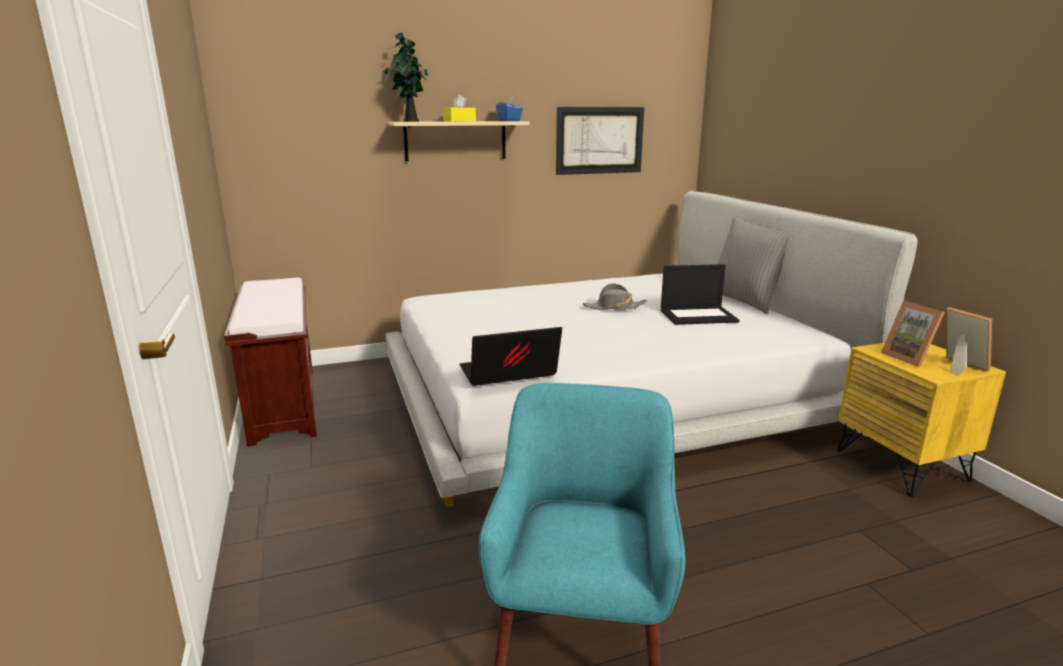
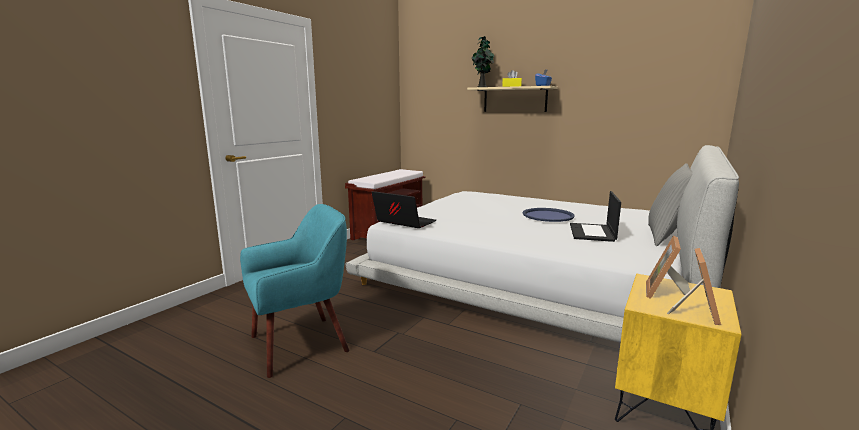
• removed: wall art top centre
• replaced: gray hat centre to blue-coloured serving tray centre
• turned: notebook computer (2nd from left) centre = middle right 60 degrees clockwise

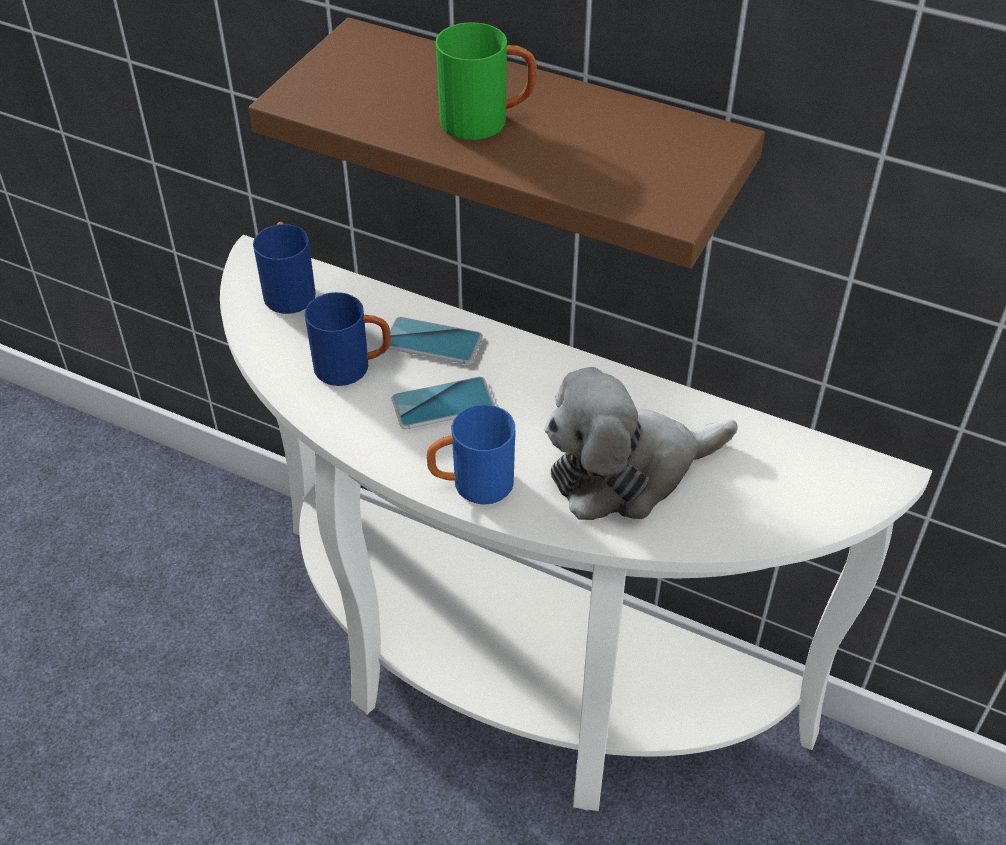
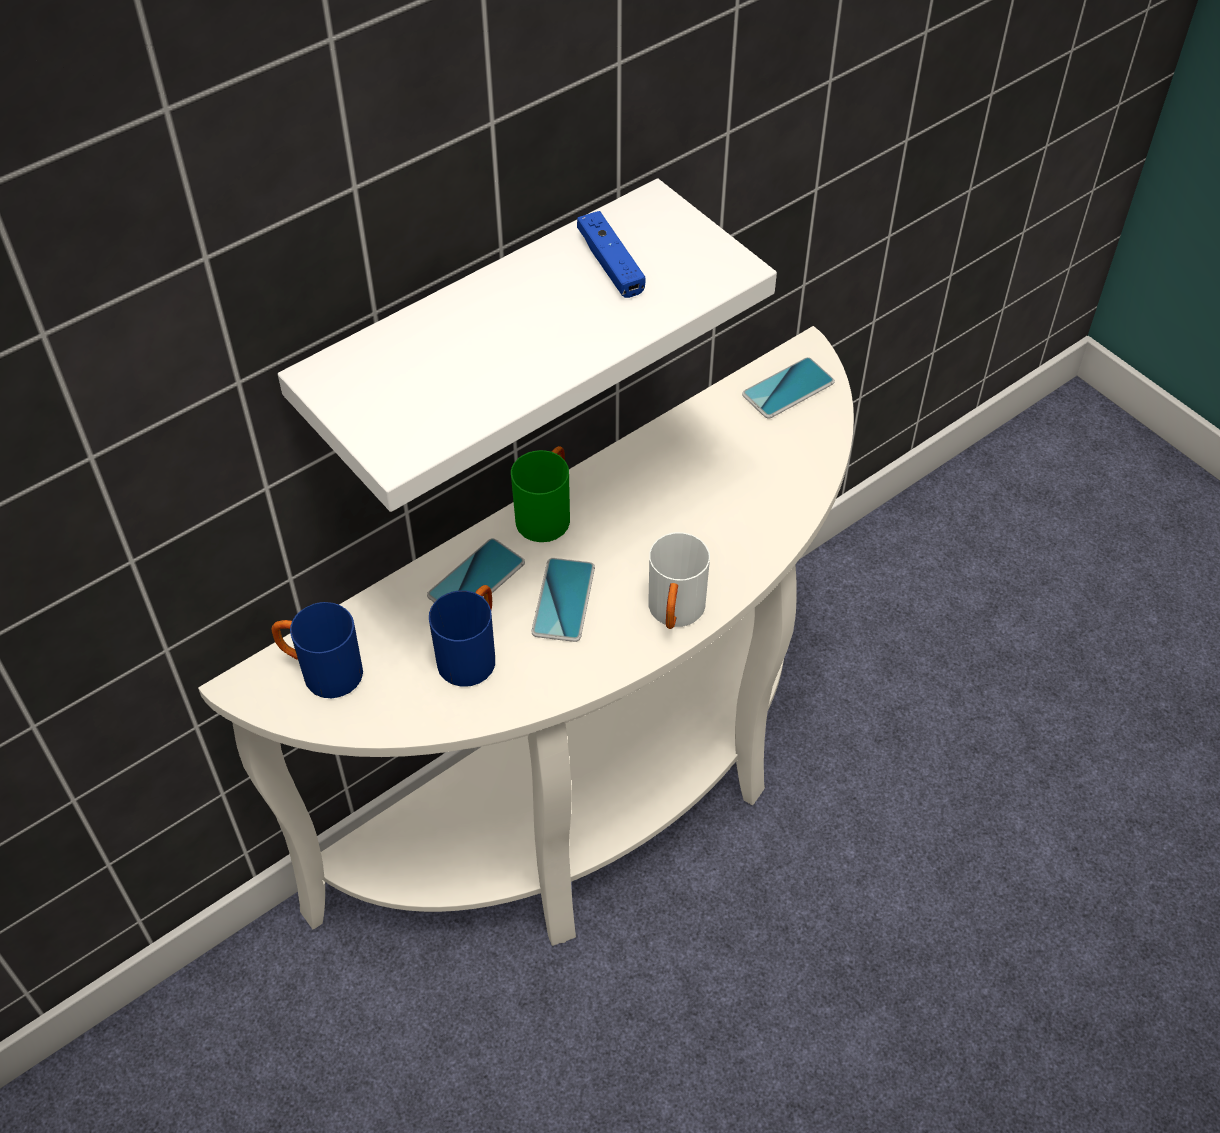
• removed: plush toy centre
• added: blue-coloured joypad top centre
• added: telephone (3rd from left) centre
• moved: green coffee mug top centre to centre
• recoloured: brownish shelf top centre to white-coloured shelf top centre
• recoloured: blue-coloured coffee mug (3rd from left) centre to white-coloured coffee mug centre

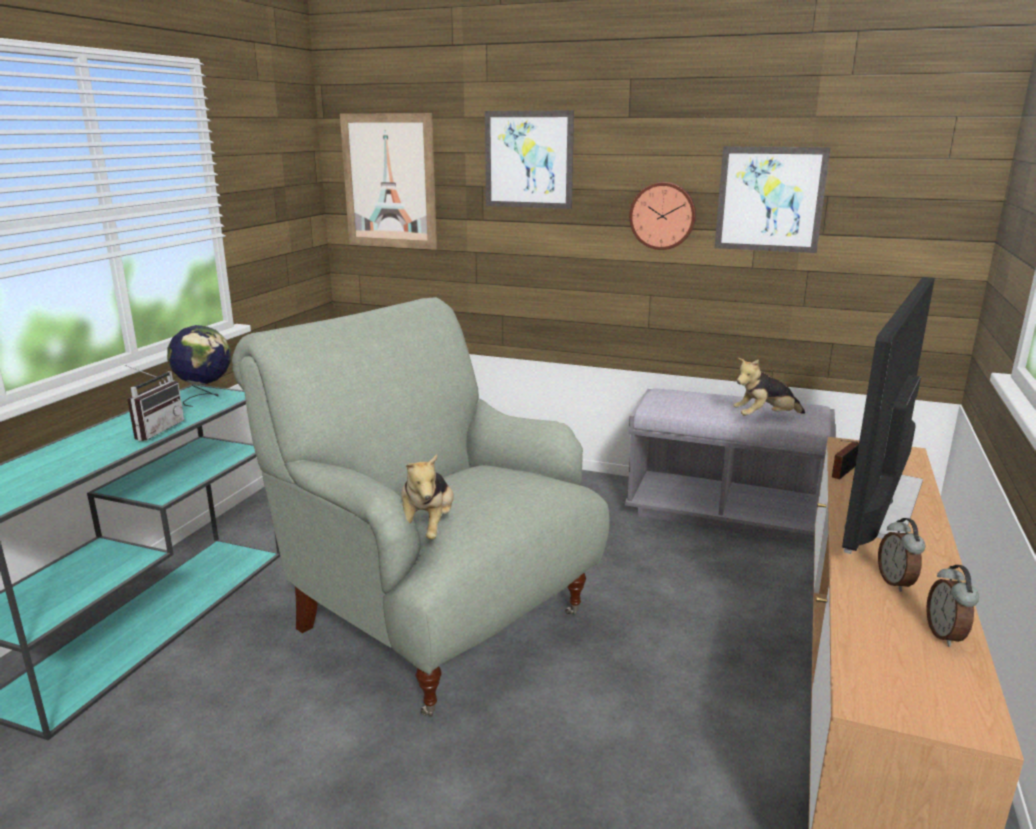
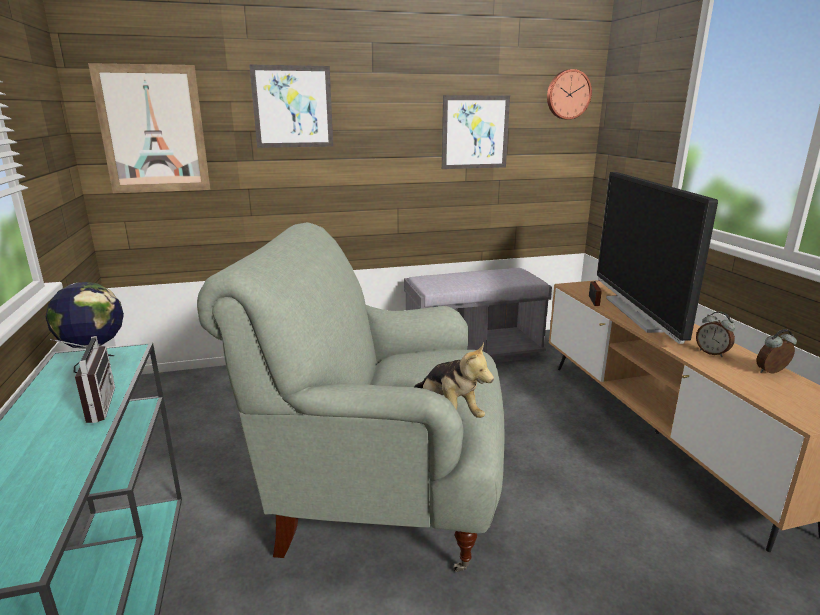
• removed: plush toy (2nd from left) middle right
• moved: hanging clock top centre to top right
• turned: table clock (2nd from left) bottom right = middle right 105 degrees clockwise

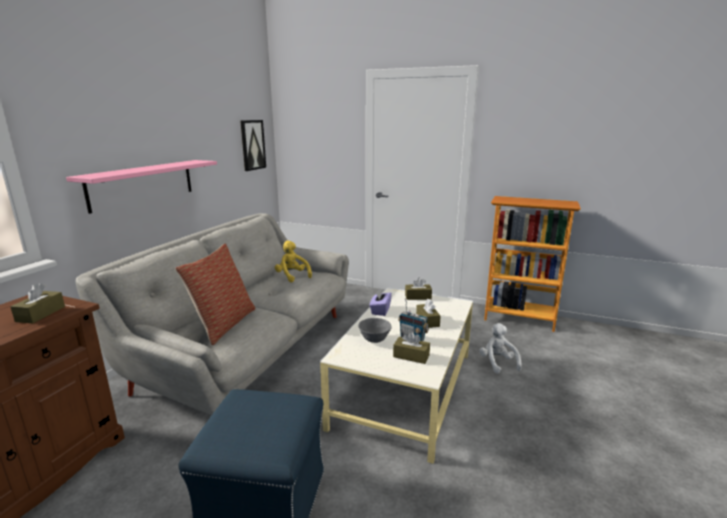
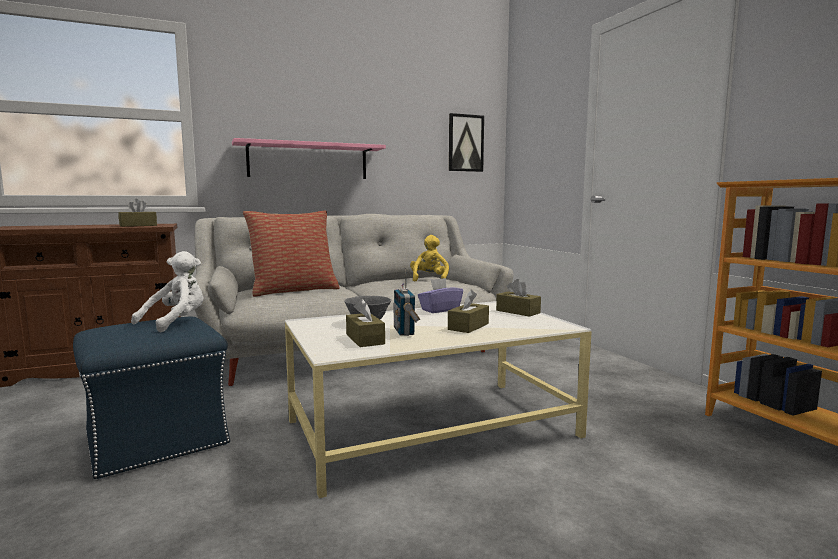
• moved: white-coloured plush toy bottom right to middle left

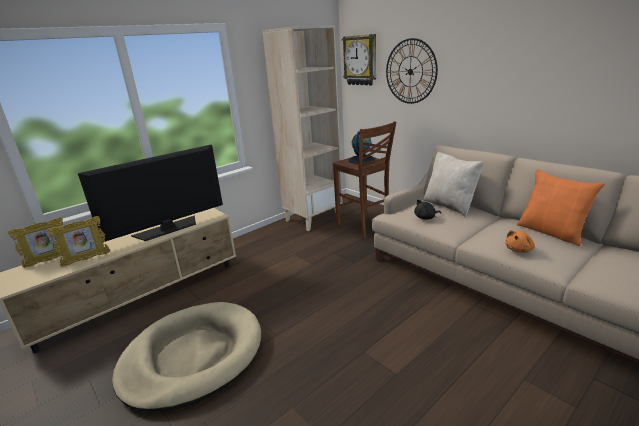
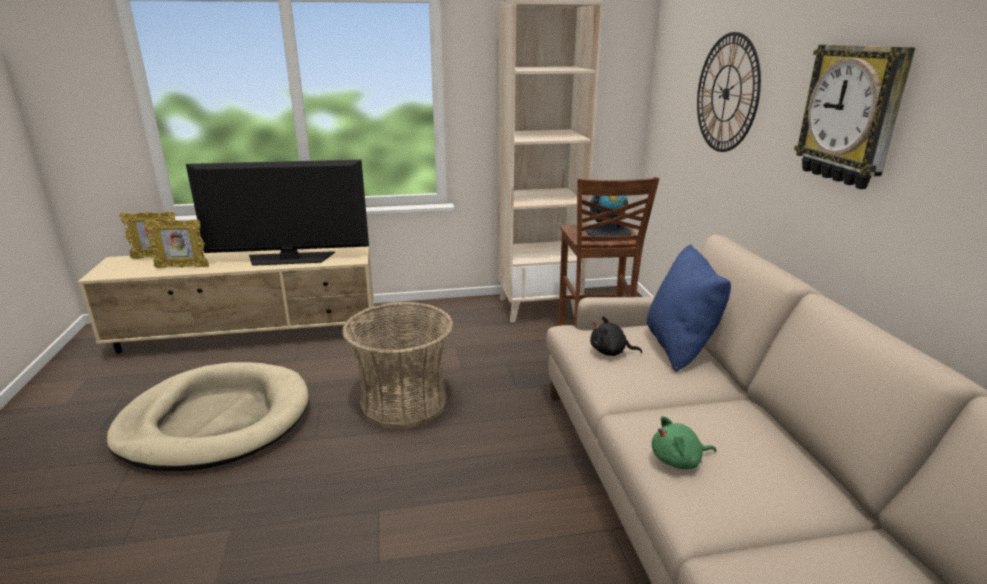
• removed: orangey throw pillow middle right
• added: household basket centre
• moved: hanging clock (1st from left in the first image) top centre to hanging clock (2nd from left) top right
• recoloured: beige throw pillow middle right to blue-coloured throw pillow middle right
• recoloured: orangey plush toy middle right to green plush toy bottom right

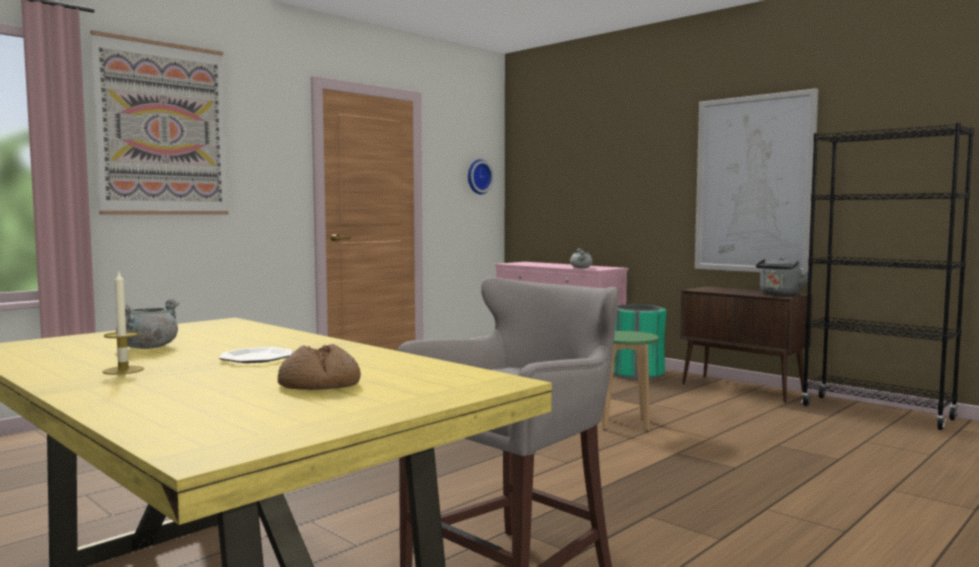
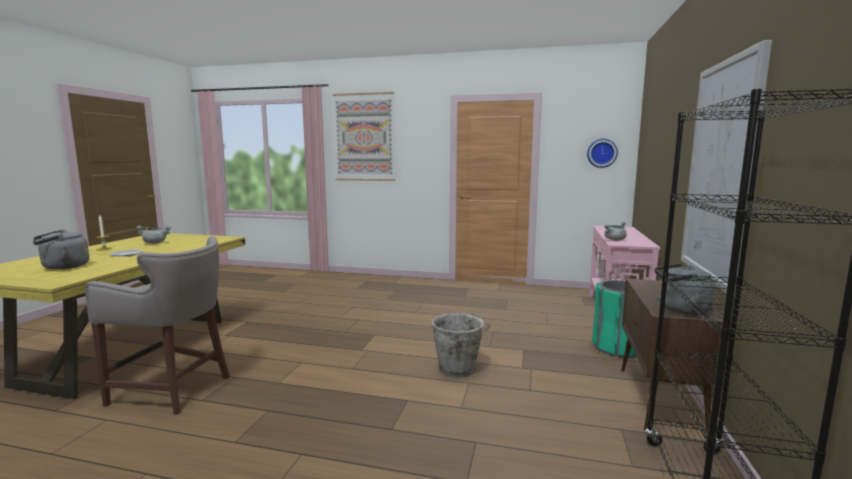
• replaced: bakery bread middle left to gray kettle (1st from left) middle left
• replaced: green sitting stool bottom centre to gray bucket bottom centre

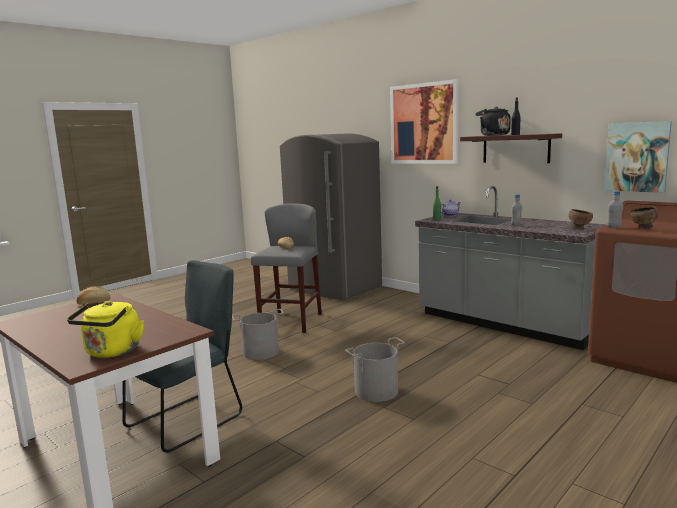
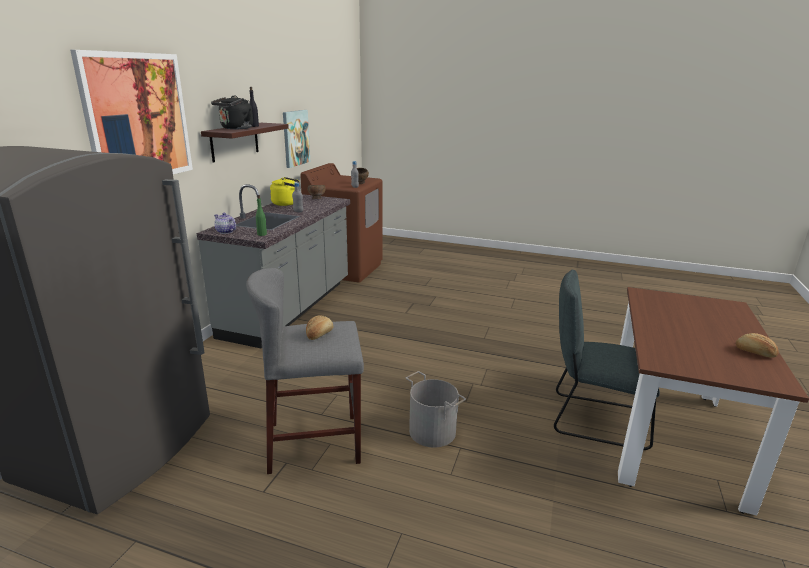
• removed: gray bucket (2nd from left) bottom centre
• moved: yellow kettle middle left to centre
• moved: bakery bread (1st from left in the first image) middle left to bakery bread (2nd from left) middle right

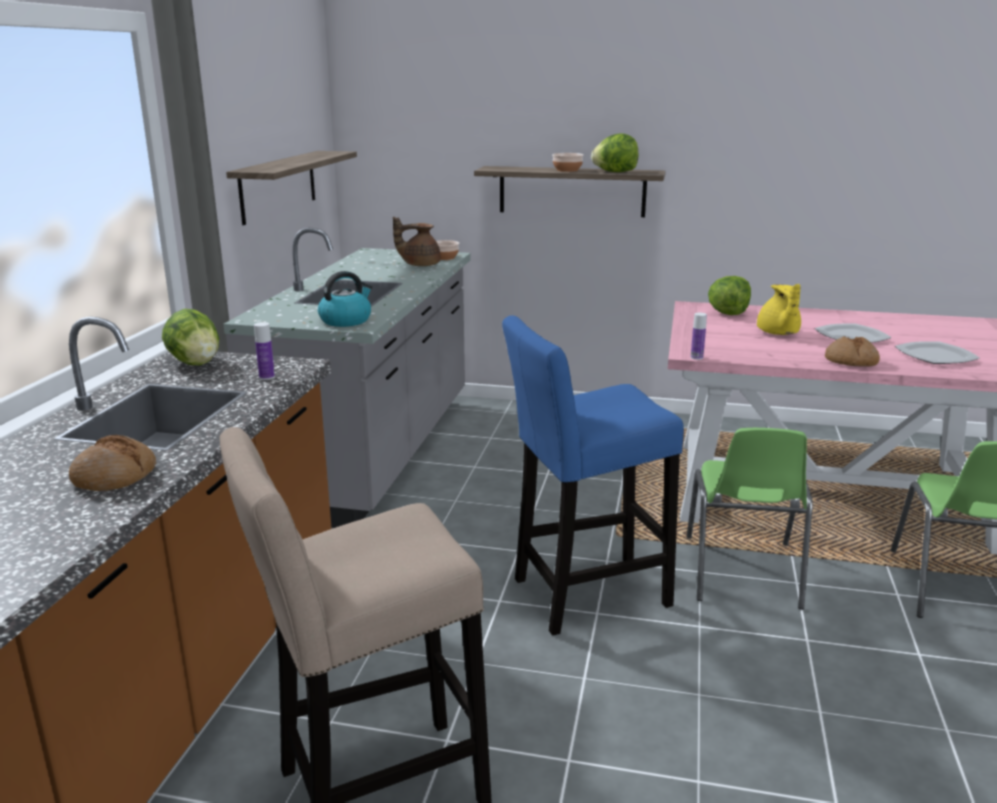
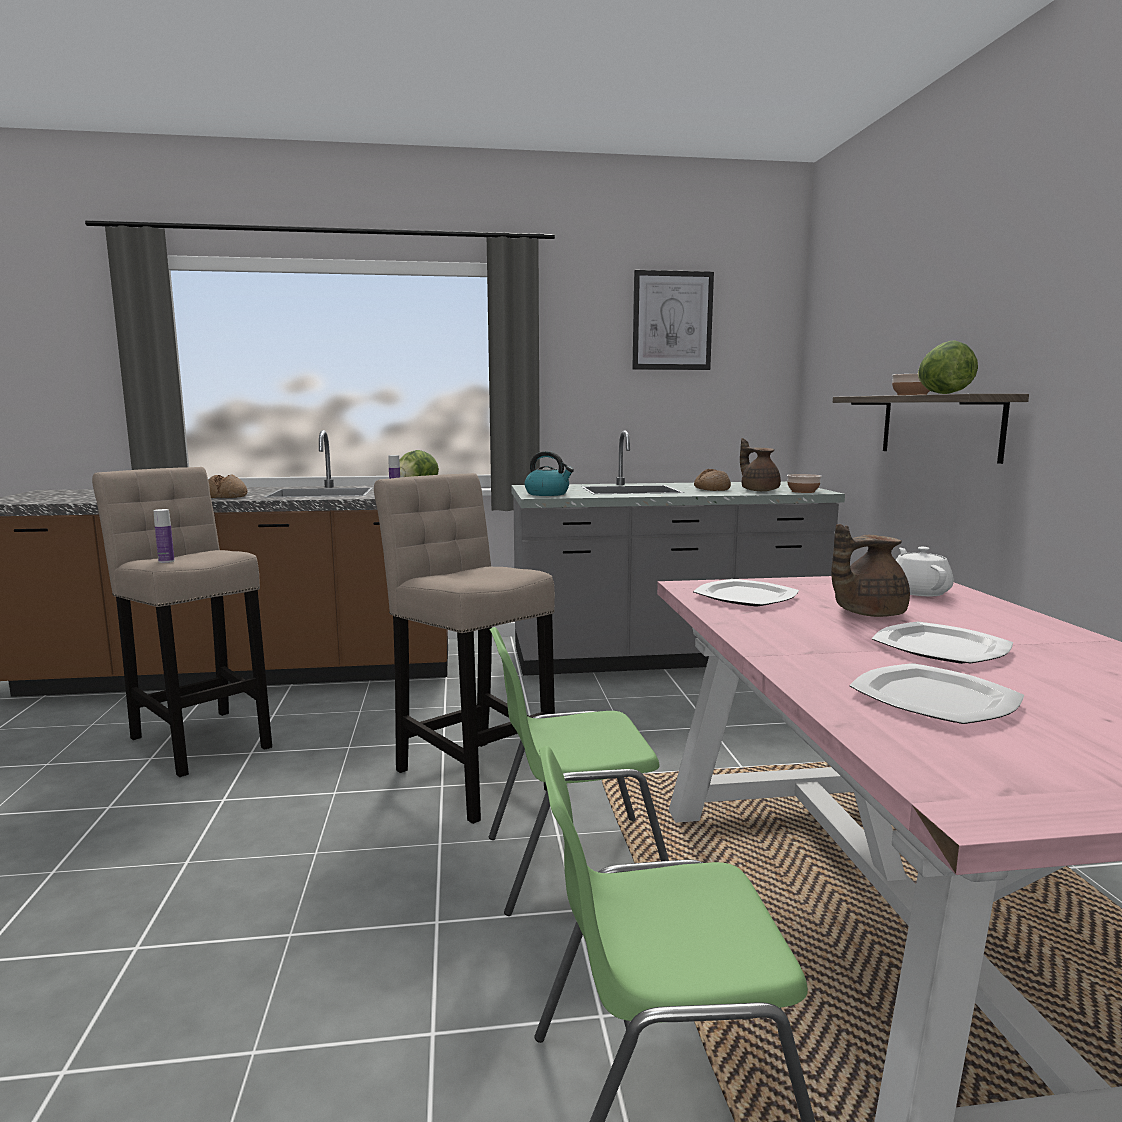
• removed: shelf (1st from left) top left
• added: wall art top centre
• added: plate (1st from left) centre
• moved: drink bottle (2nd from left in the first image) middle right to drink bottle (1st from left) middle left
• moved: bakery bread (2nd from left) middle right to centre
• replaced: lettuce (3rd from left) middle right to white-coloured teapot middle right
• recoloured: blue-coloured sitting stool centre to beige sitting stool (2nd from left) centre
• recoloured: yellow teapot middle right to brownish teapot (2nd from left) middle right

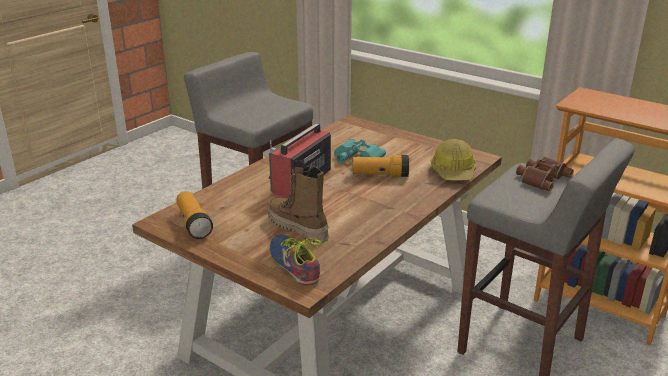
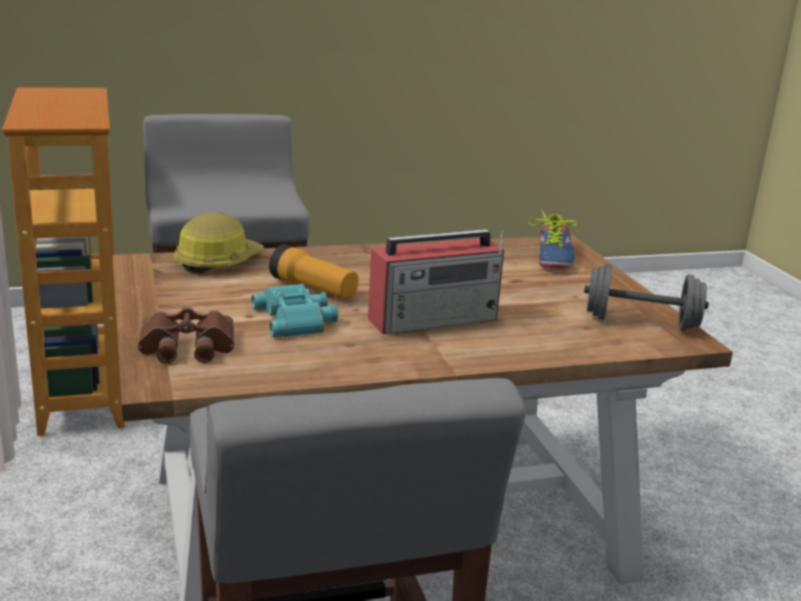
• removed: high-top boot centre
• moved: brownish pair of binoculars middle right to middle left
• replaced: torch (1st from left) middle left to gray hand weight middle right

